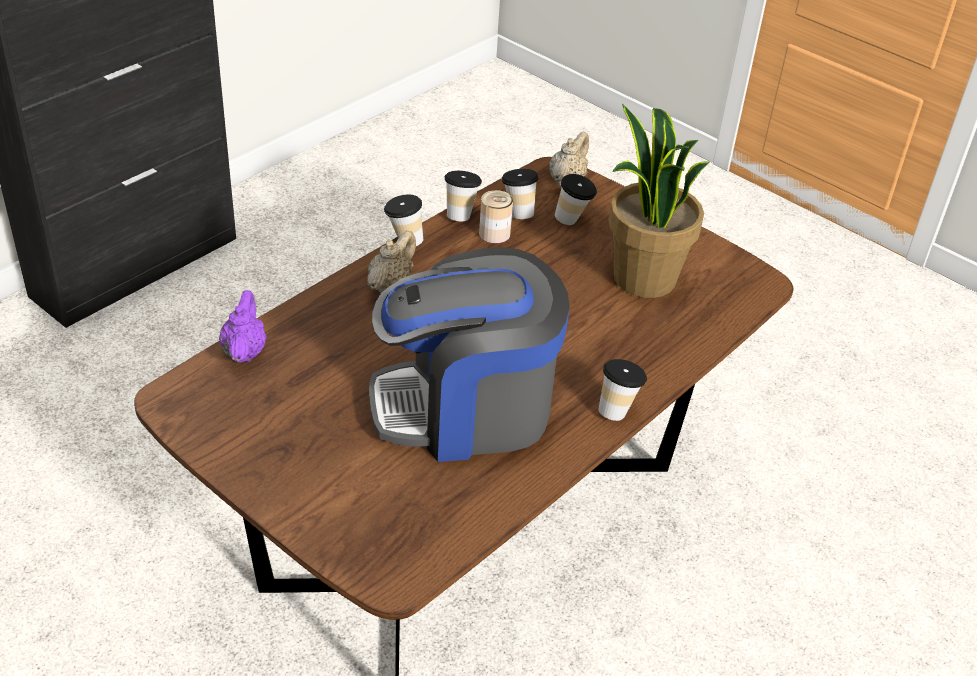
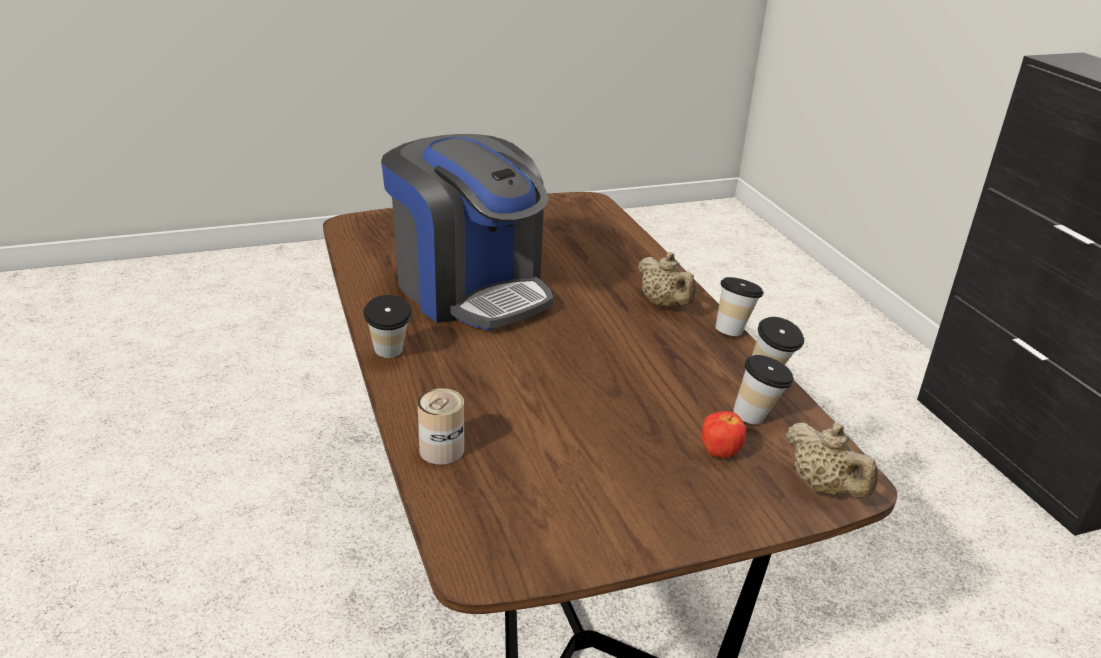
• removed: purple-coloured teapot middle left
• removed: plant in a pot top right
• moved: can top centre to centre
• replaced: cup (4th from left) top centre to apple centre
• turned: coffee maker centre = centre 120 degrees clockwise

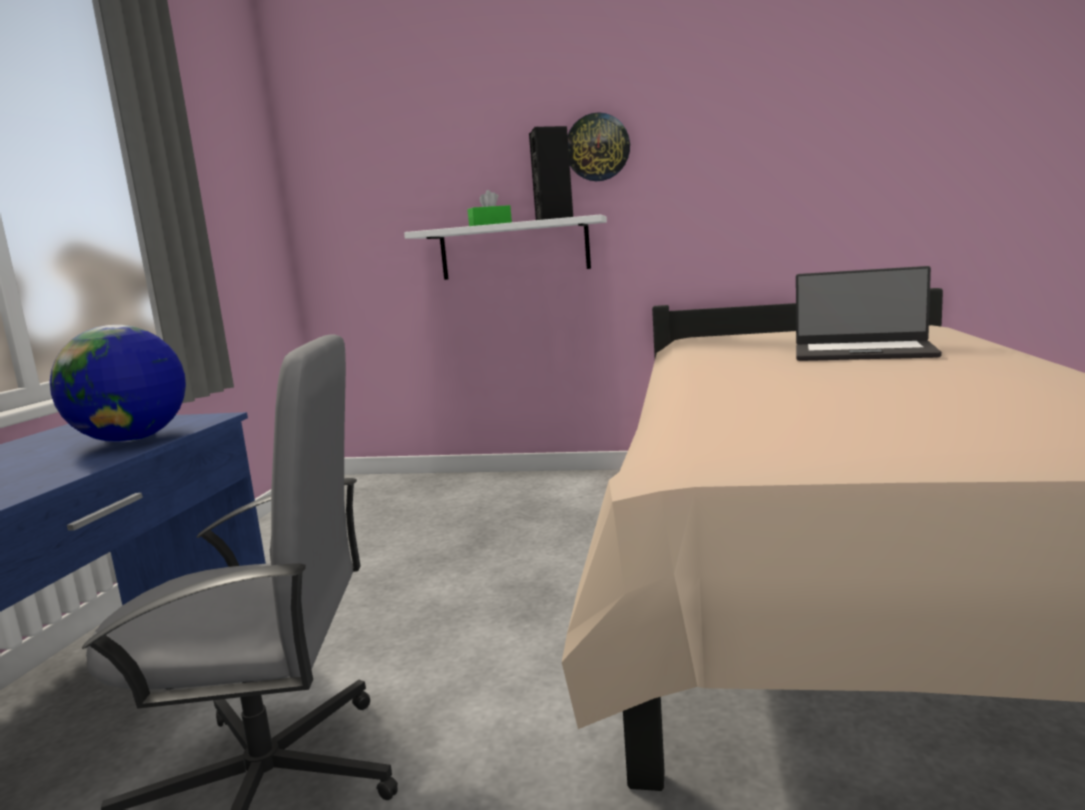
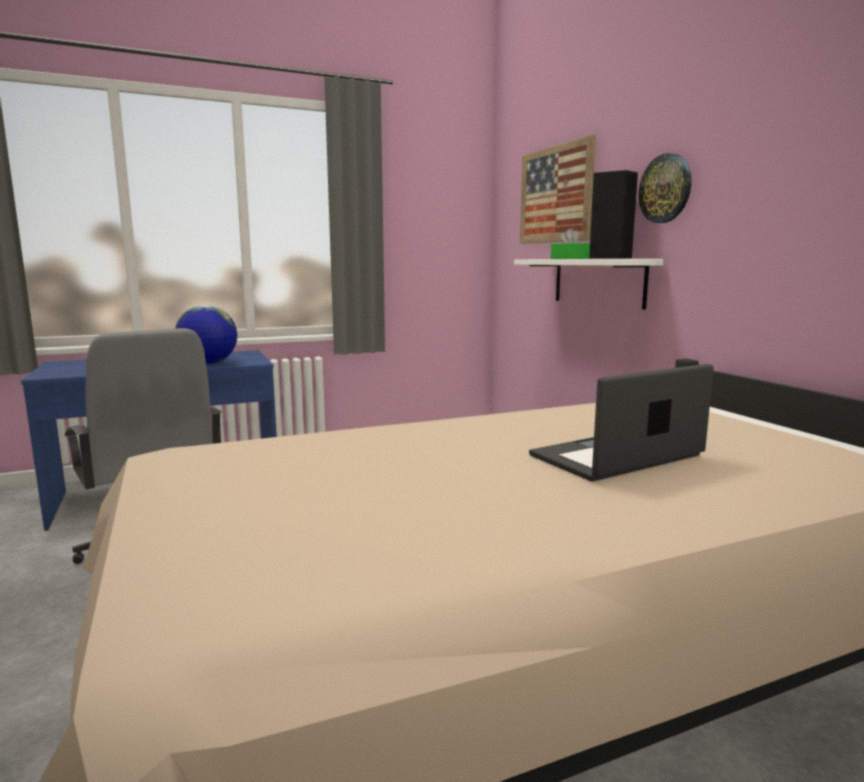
• added: wall art top centre
• turned: notebook computer middle right = middle right 75 degrees clockwise

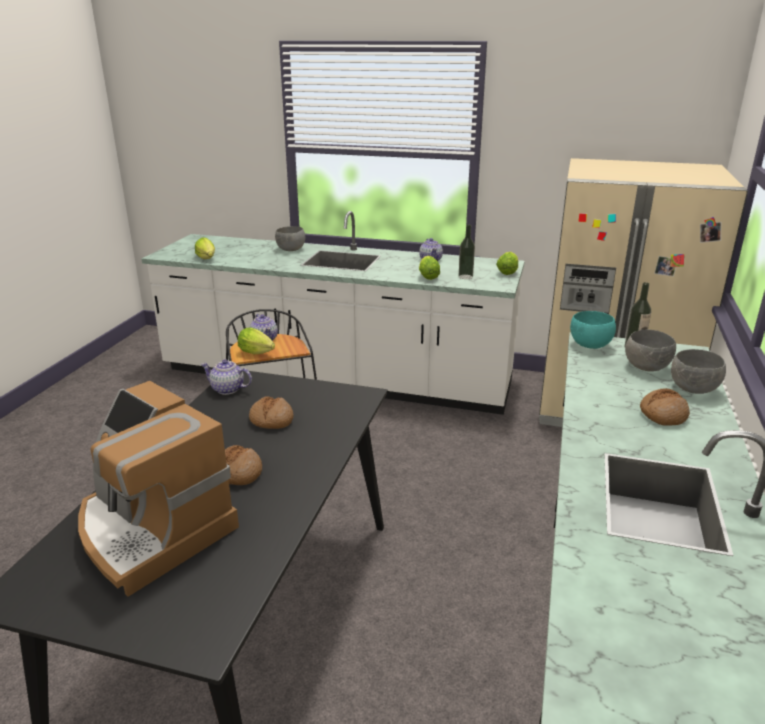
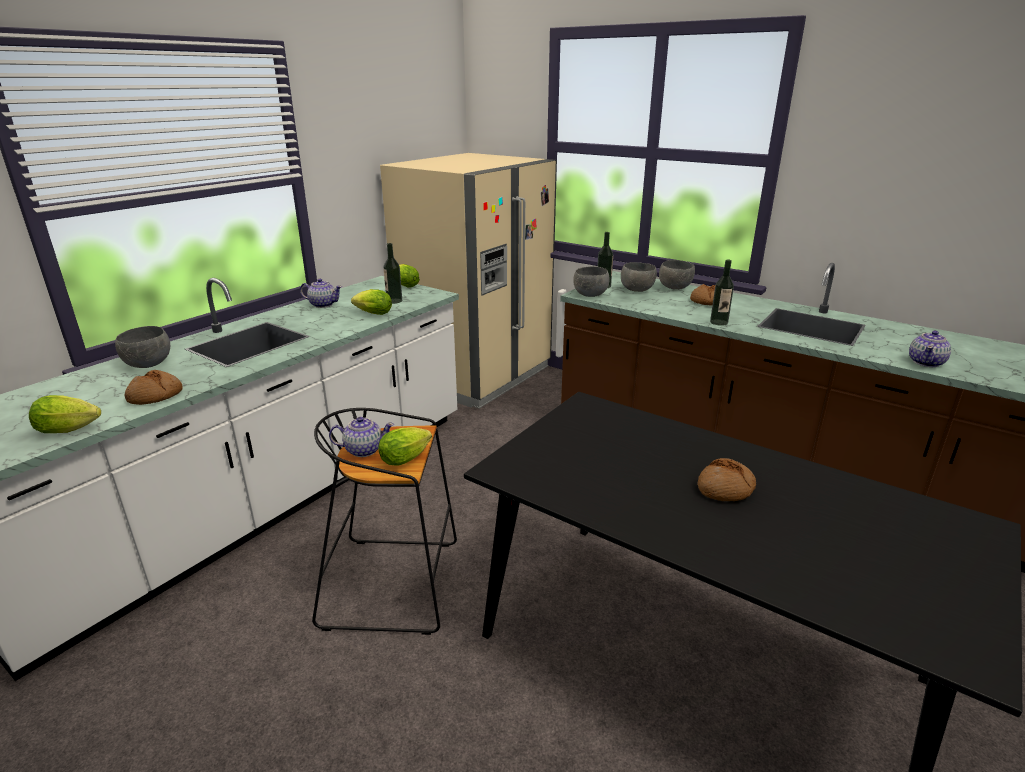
• removed: coffee maker bottom left
• added: drink bottle (3rd from left) middle right
• moved: teapot (1st from left in the first image) middle left to teapot (3rd from left) middle right
• moved: bakery bread (2nd from left in the first image) centre to bakery bread (1st from left) middle left
• recoloured: blue-green deep dish middle right to gray deep dish (2nd from left) centre

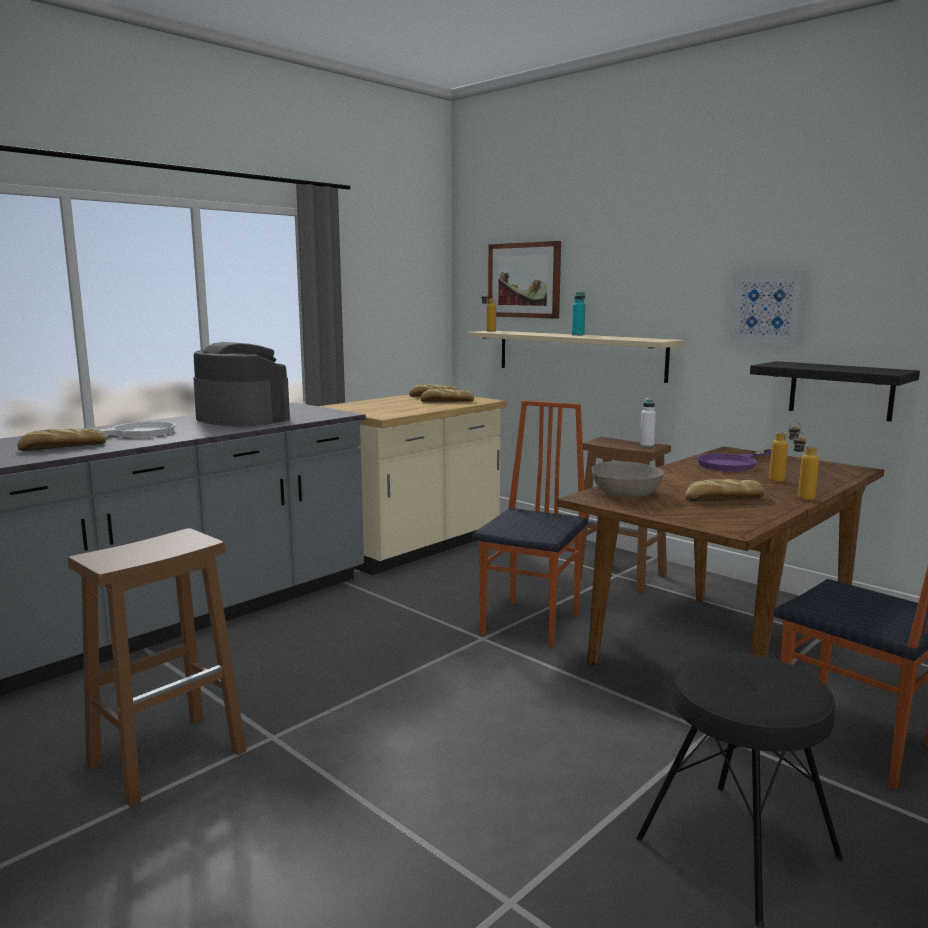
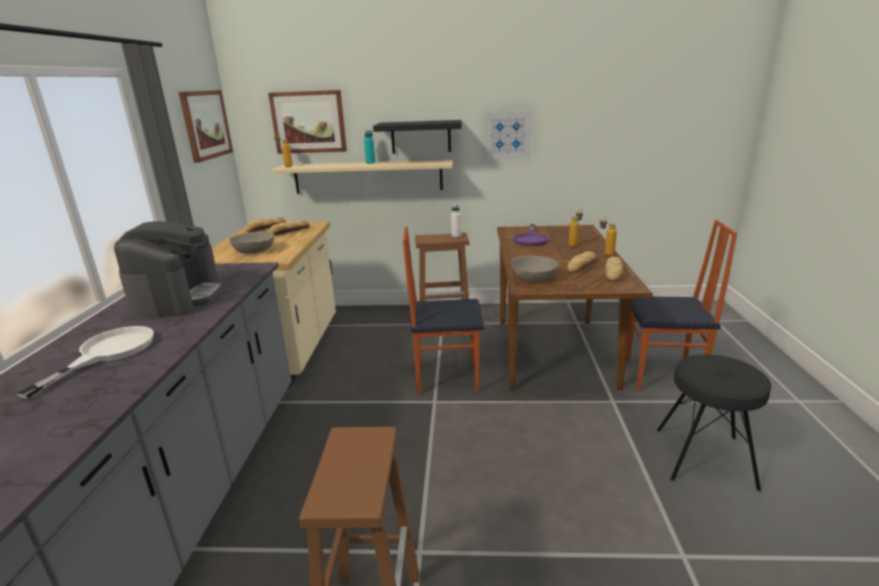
• added: wall art (1st from left) top left
• added: gray deep dish (1st from left) middle left
• moved: bakery bread (1st from left in the first image) middle left to bakery bread (4th from left) middle right
• moved: black shelf middle right to top centre
• turned: coffee maker middle left = middle left 90 degrees clockwise
• turned: upright chair (1st from left) centre = centre 75 degrees counterclockwise

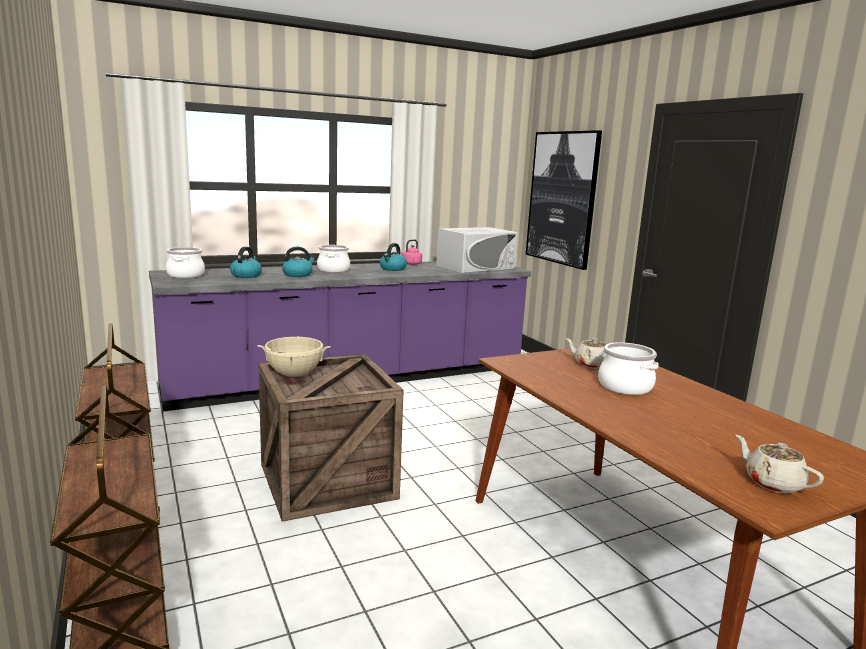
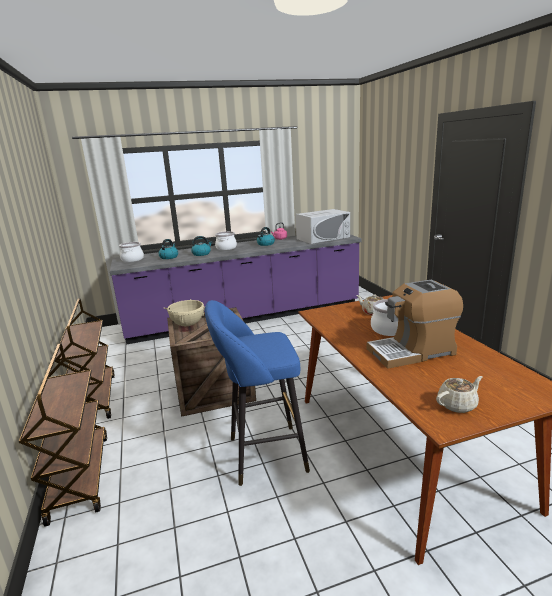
• removed: wall art top centre
• added: blue-coloured sitting stool centre
• added: coffee maker middle right
• turned: beige teapot (2nd from left) bottom right = middle right 90 degrees clockwise

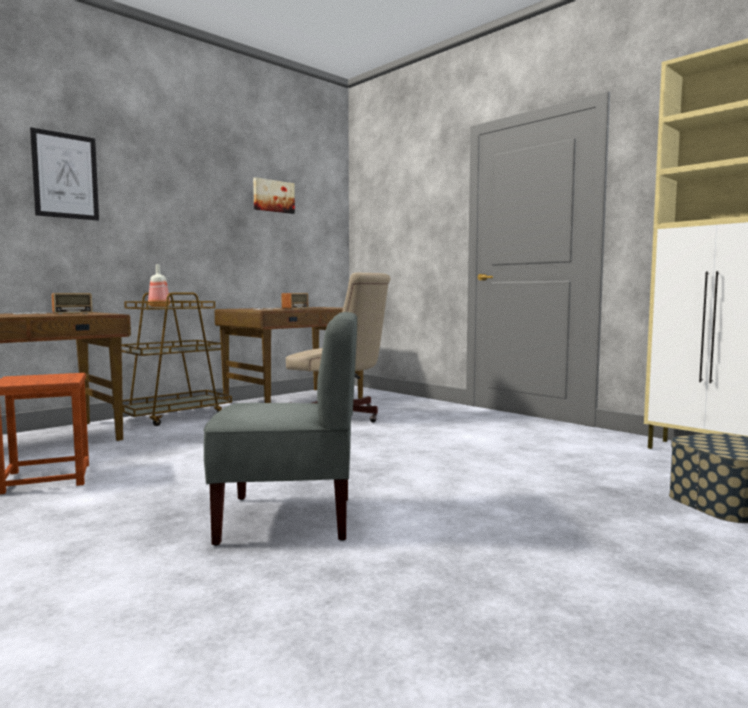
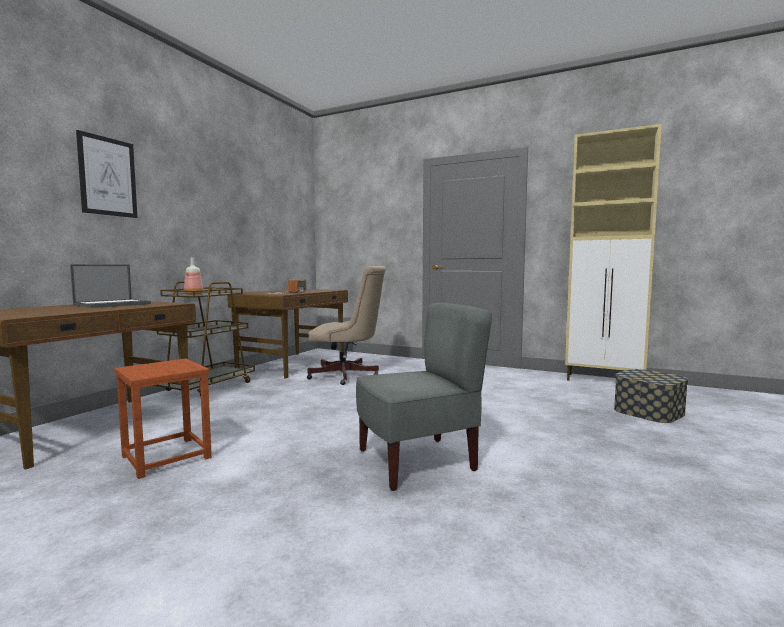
• removed: wall art (2nd from left) top centre
• replaced: radio (1st from left) middle left to notebook computer middle left

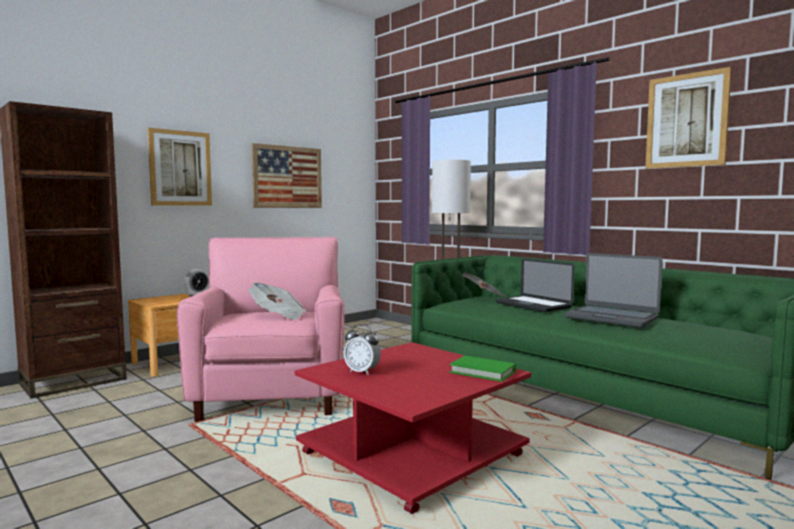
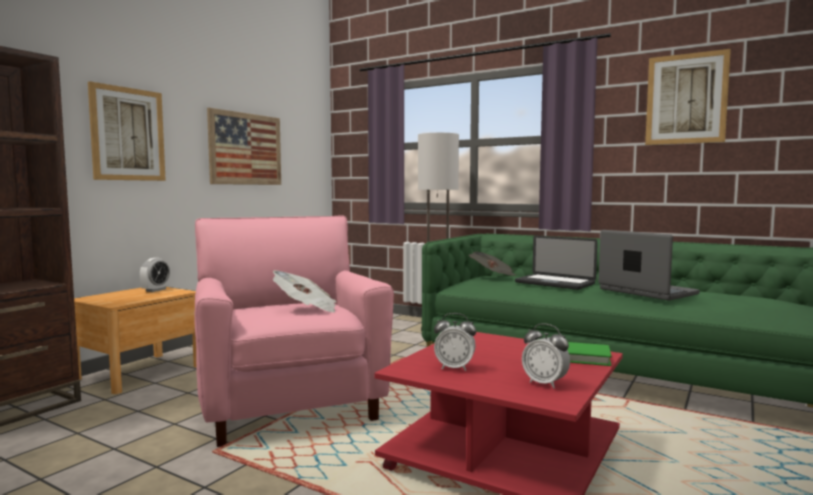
• added: table clock (3rd from left) bottom right
• turned: notebook computer (2nd from left) middle right = middle right 150 degrees counterclockwise

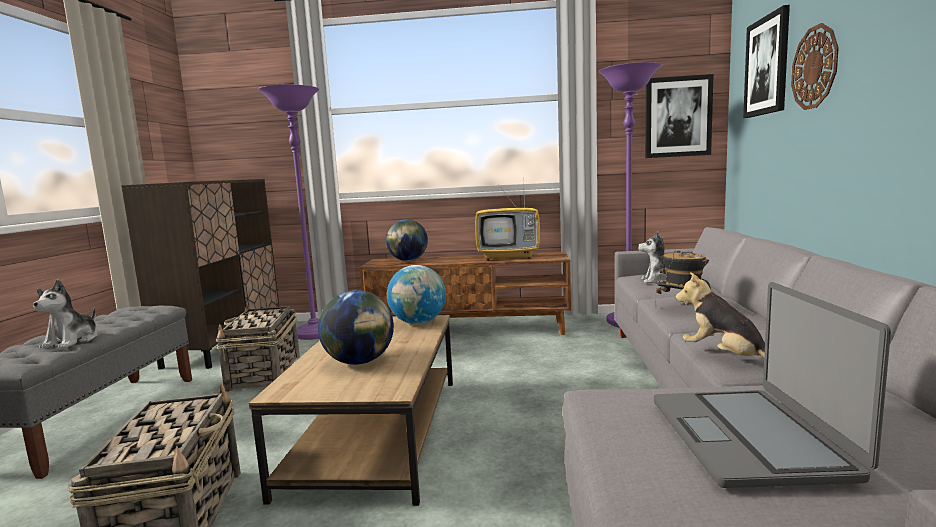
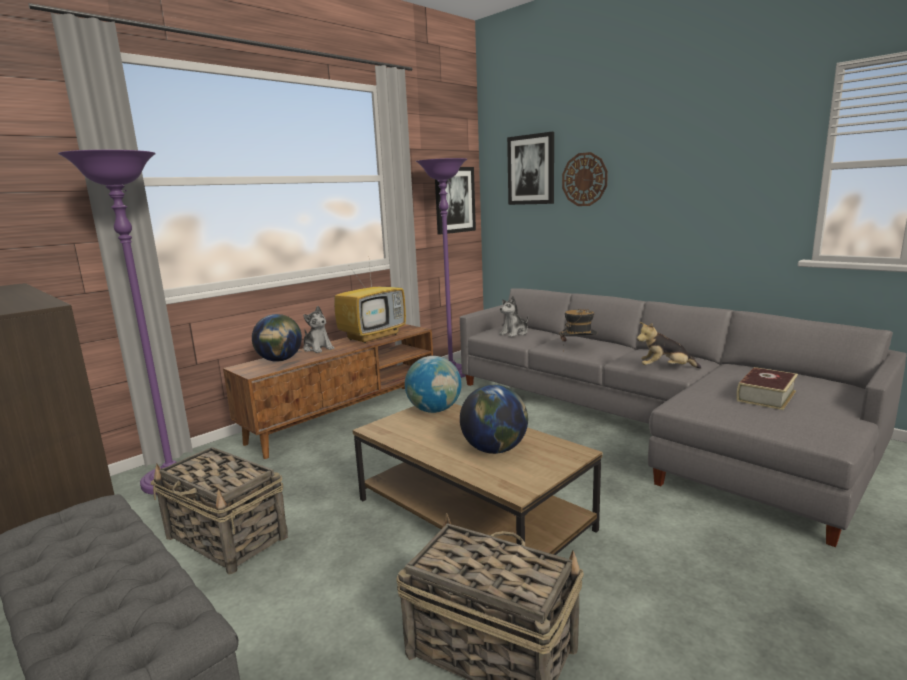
• moved: plush toy (1st from left) middle left to centre
• replaced: notebook computer bottom right to volume middle right

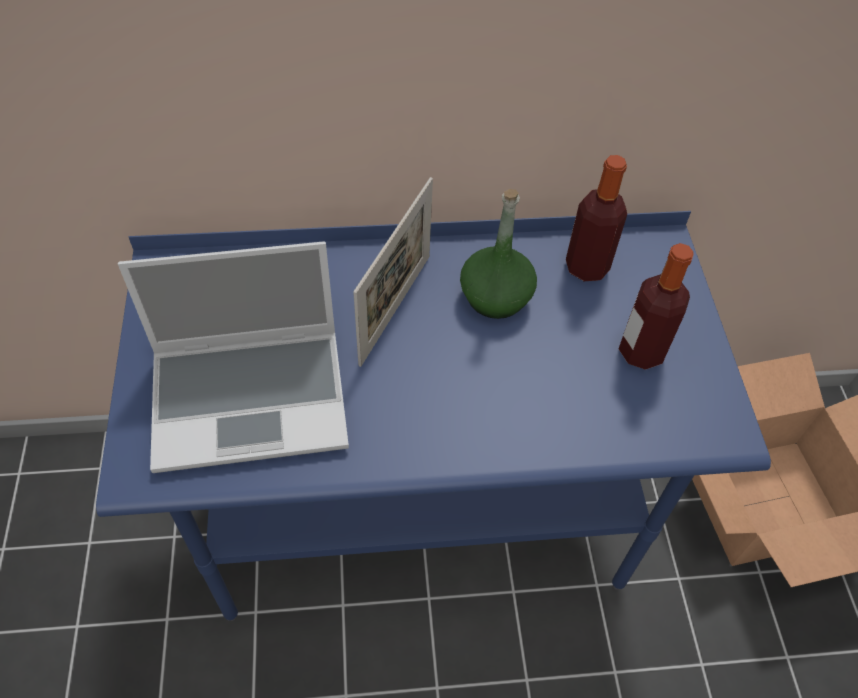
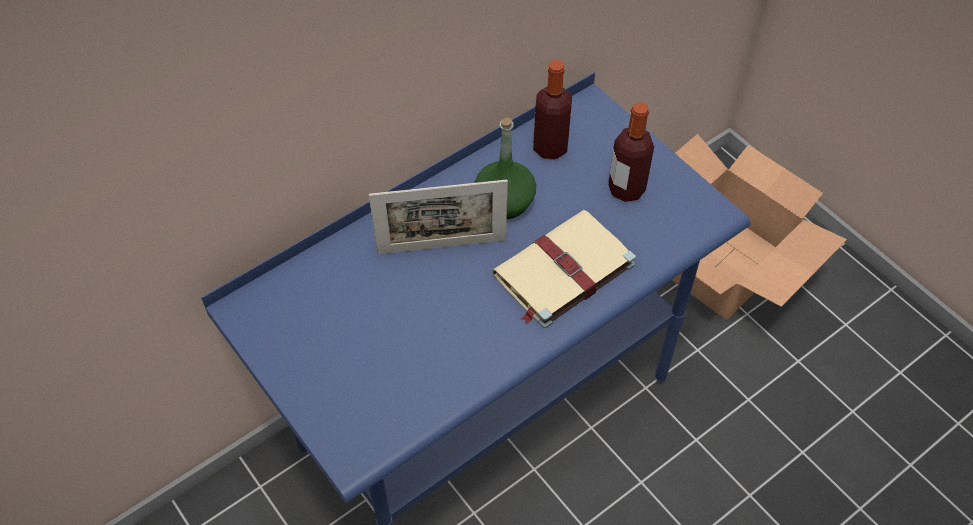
• removed: notebook computer middle left
• added: beige volume centre
• turned: photo frame centre = centre 90 degrees clockwise

